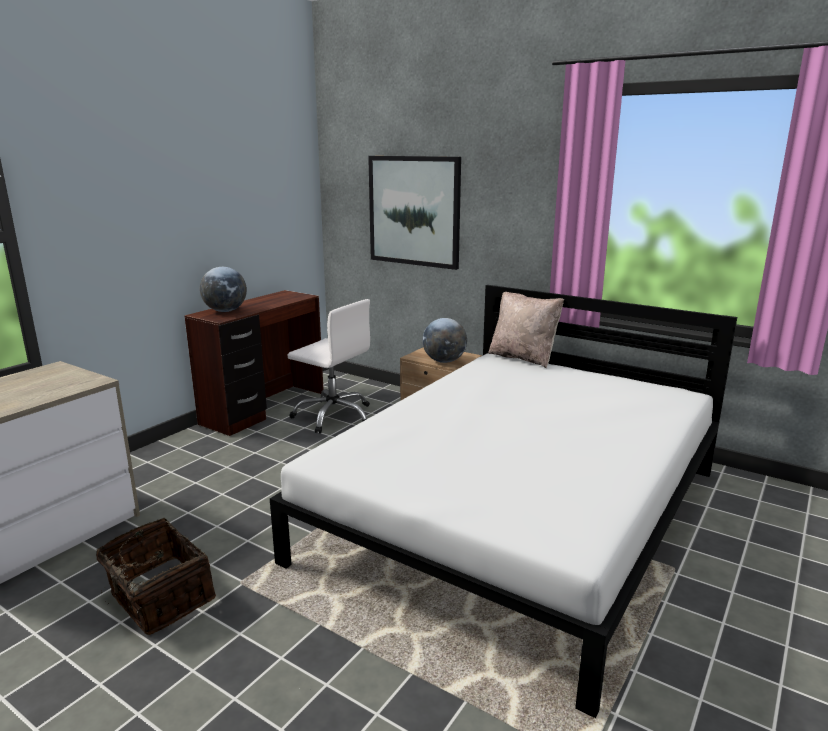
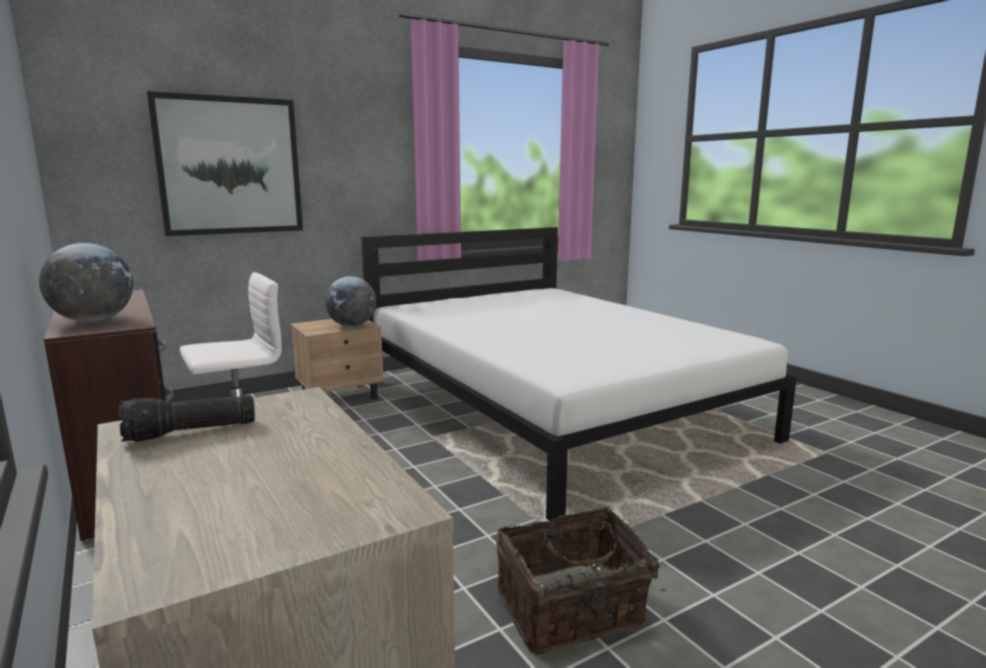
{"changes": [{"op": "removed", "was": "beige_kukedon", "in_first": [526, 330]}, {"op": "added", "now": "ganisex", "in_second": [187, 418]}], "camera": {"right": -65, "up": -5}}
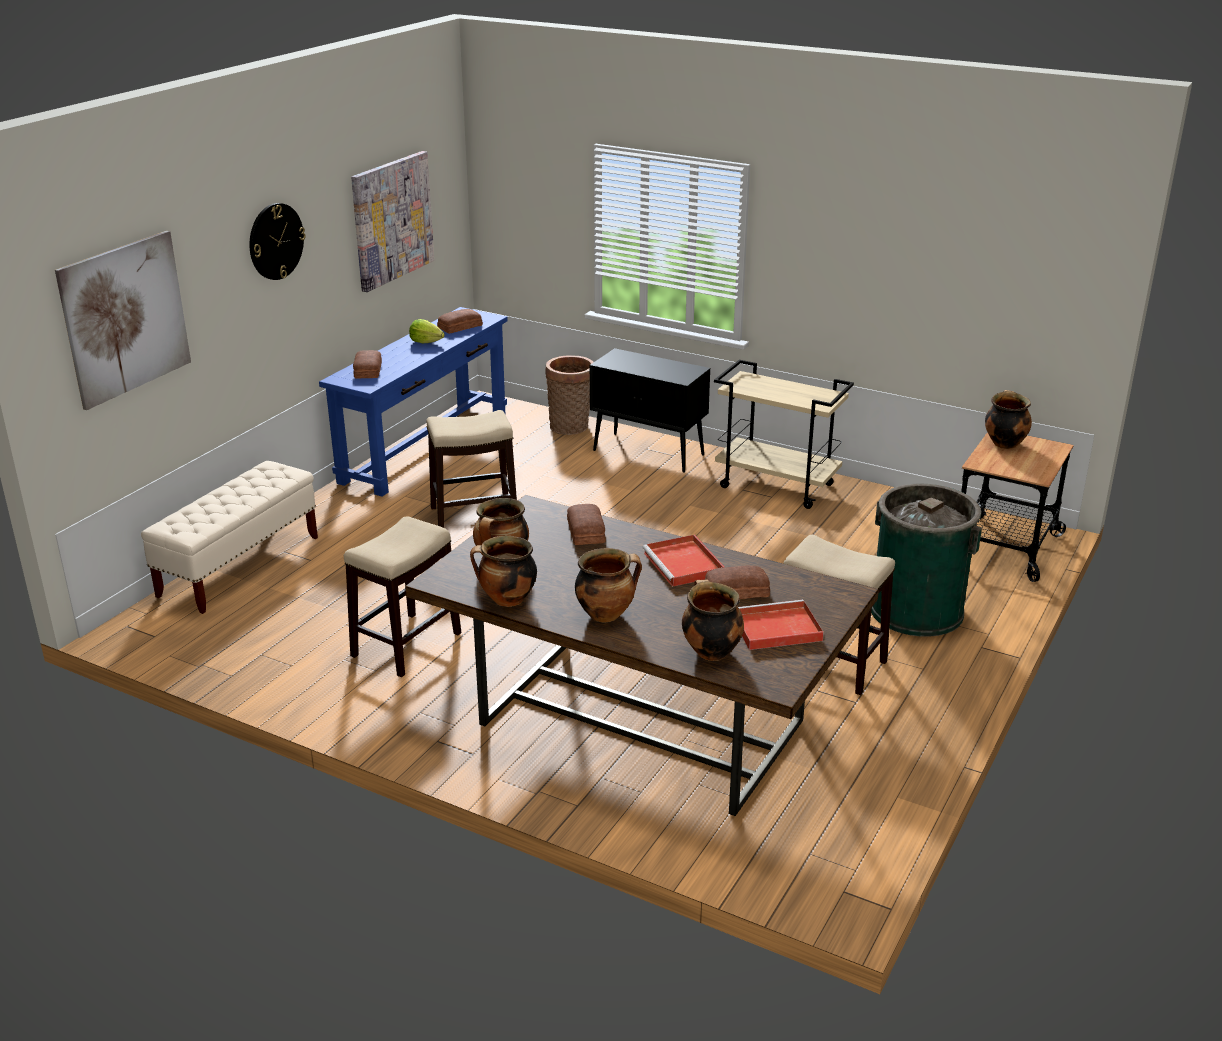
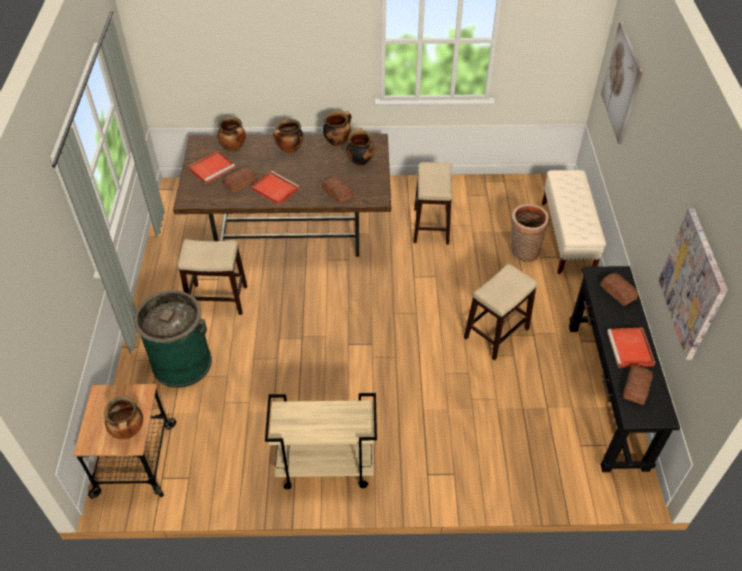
{"changes": [{"op": "removed", "was": "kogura", "in_first": [278, 241]}, {"op": "removed", "was": "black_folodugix", "in_first": [650, 410]}, {"op": "moved", "was": "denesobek", "in_first": [569, 395], "in_second": [530, 233]}, {"op": "replaced", "was": "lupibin", "now": "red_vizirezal", "in_first": [427, 331], "in_second": [631, 347]}, {"op": "recoloured", "was": "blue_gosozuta", "now": "black_gosozuta", "in_first": [413, 402], "in_second": [624, 369]}], "camera": {"right": 150, "up": 20}}
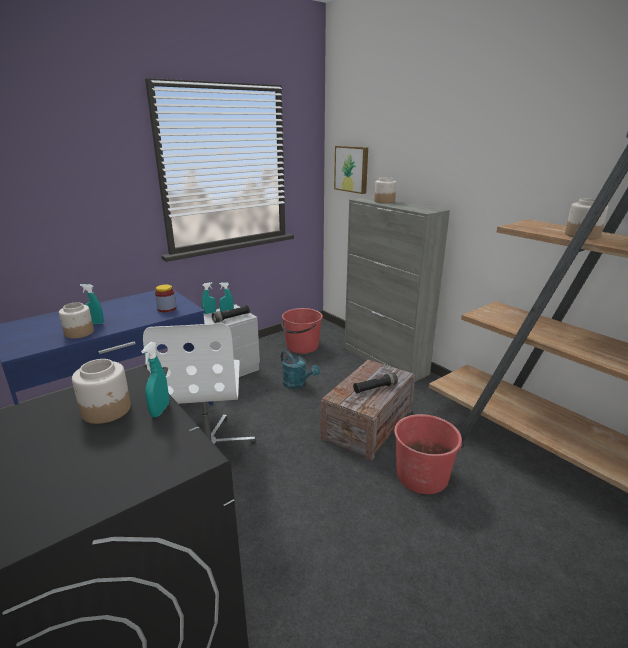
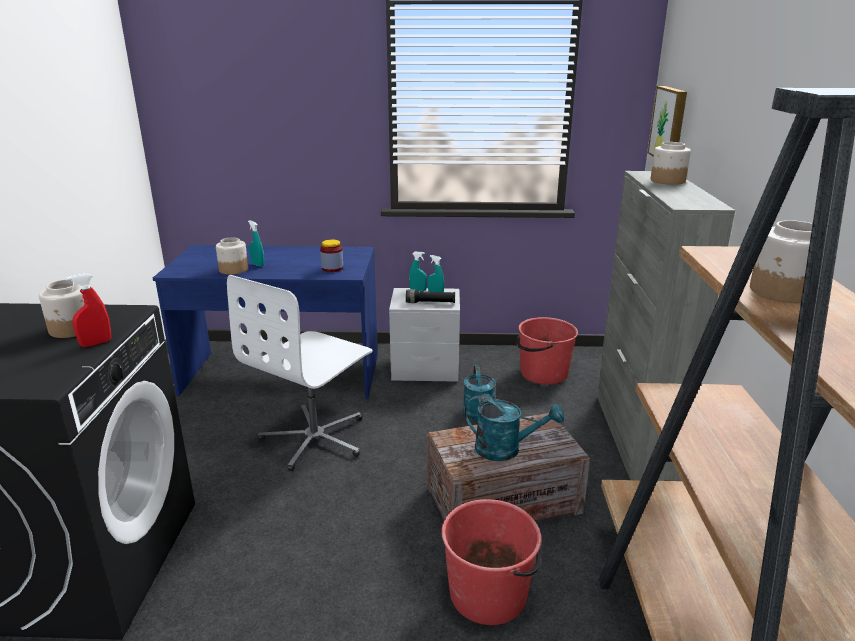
{"changes": [{"op": "replaced", "was": "black_ganisex", "now": "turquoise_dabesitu", "in_first": [375, 383], "in_second": [514, 428]}, {"op": "recoloured", "was": "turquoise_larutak", "now": "red_larutak", "in_first": [155, 379], "in_second": [88, 310]}], "camera": {"right": 40, "up": 0}}
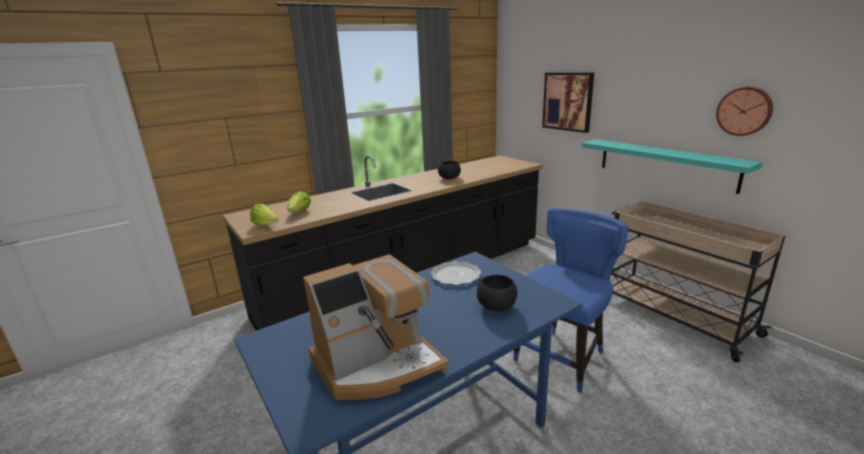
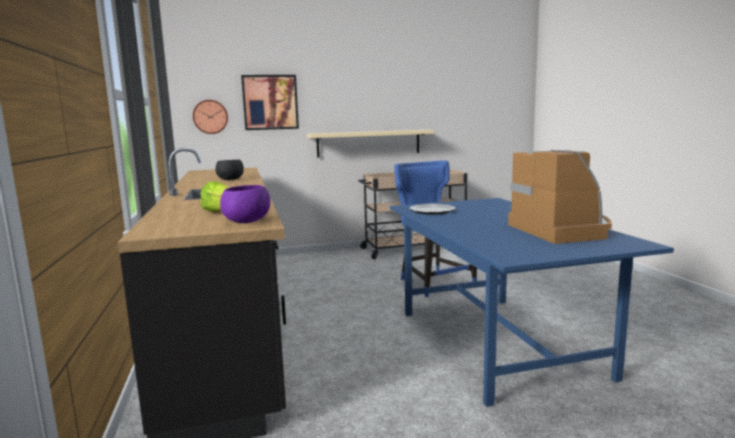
{"changes": [{"op": "removed", "was": "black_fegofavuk", "in_first": [497, 293]}, {"op": "moved", "was": "kogura", "in_first": [744, 111], "in_second": [210, 117]}, {"op": "replaced", "was": "lupibin", "now": "purple_fegofavuk", "in_first": [264, 215], "in_second": [245, 204]}, {"op": "recoloured", "was": "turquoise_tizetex", "now": "beige_tizetex", "in_first": [671, 166], "in_second": [370, 144]}], "camera": {"right": -70, "up": -10}}
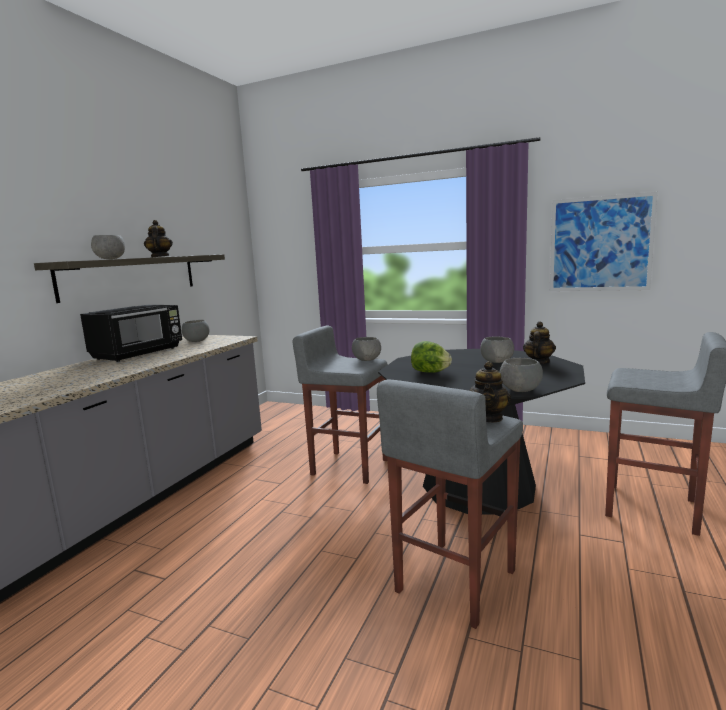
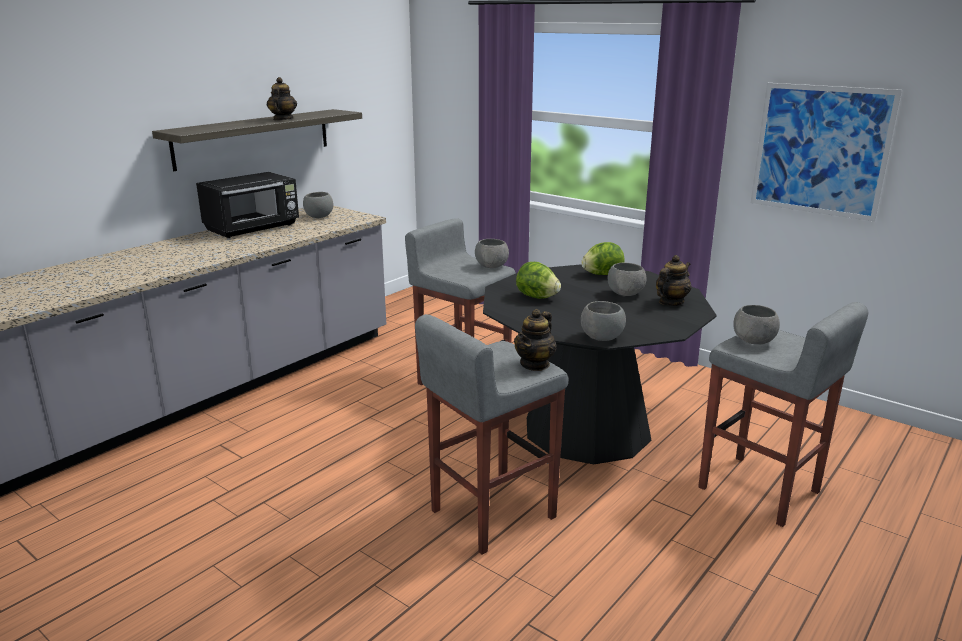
{"changes": [{"op": "added", "now": "lupibin", "in_second": [603, 258]}, {"op": "moved", "was": "grey_fegofavuk", "in_first": [108, 247], "in_second": [756, 325]}], "camera": {"right": 15, "up": 10}}
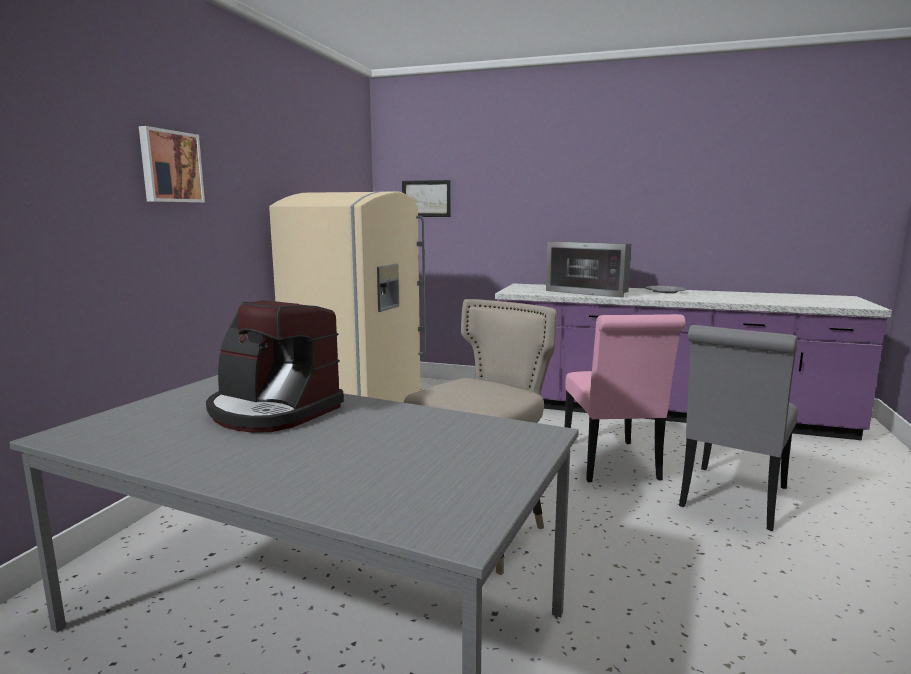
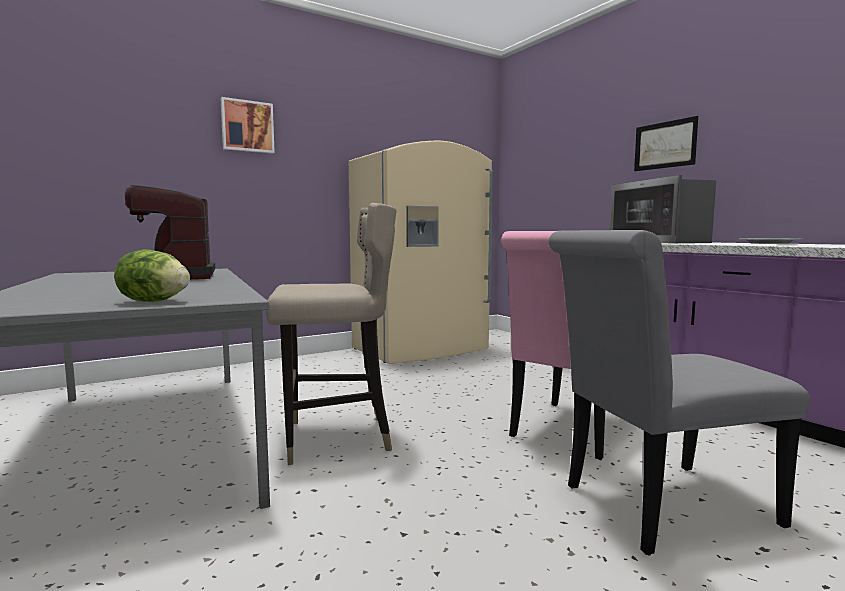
{"changes": [{"op": "added", "now": "lupibin", "in_second": [152, 276]}, {"op": "moved", "was": "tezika", "in_first": [426, 198], "in_second": [666, 143]}], "camera": {"right": 40, "up": -5}}
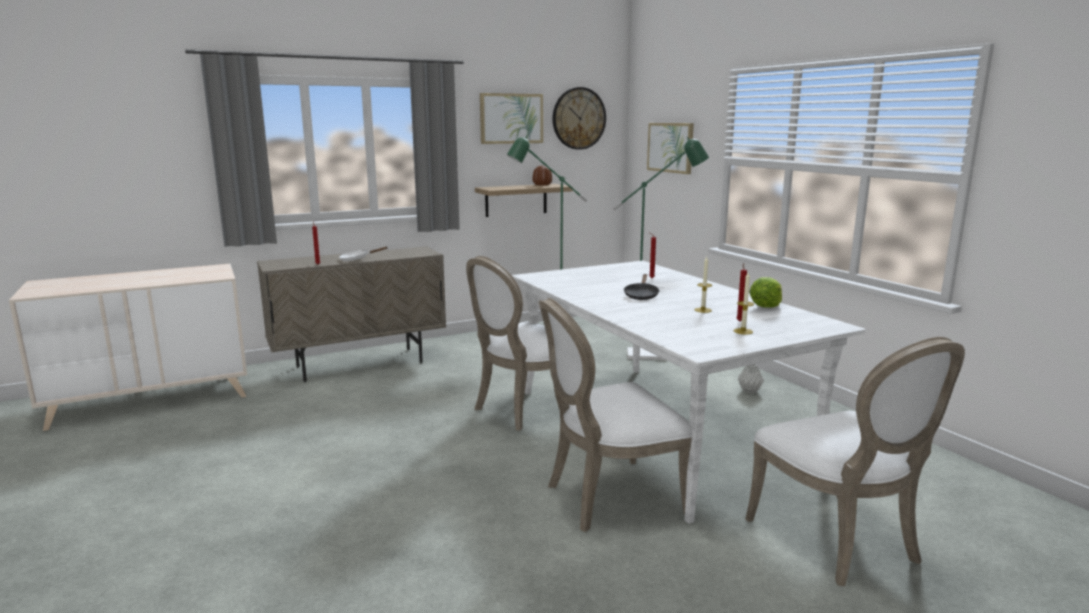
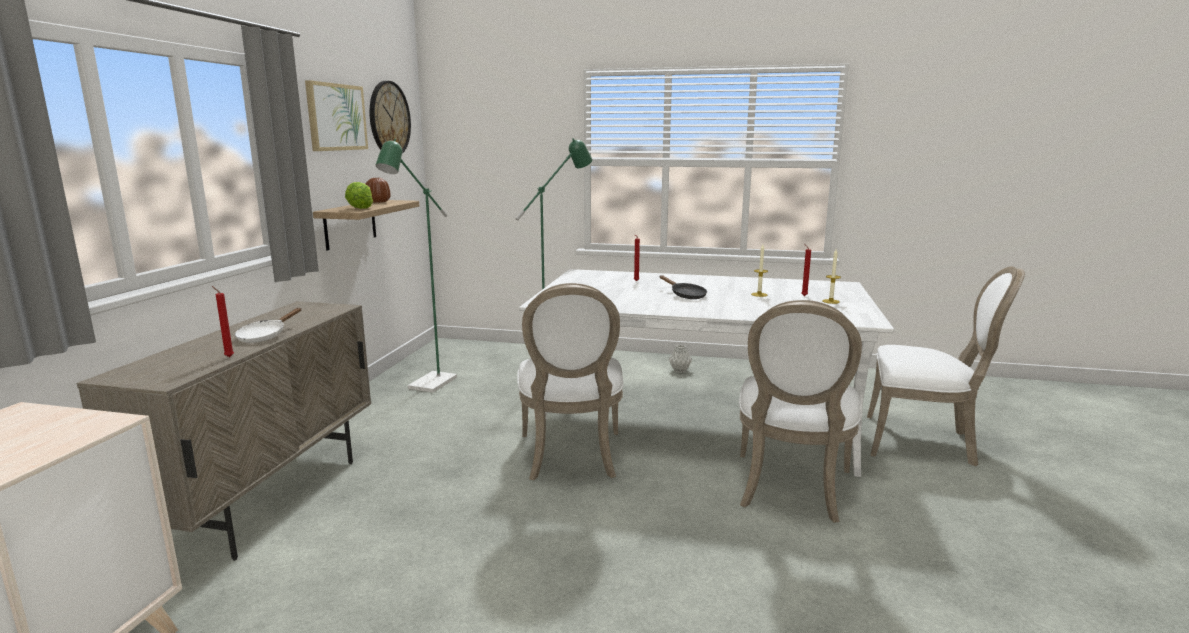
{"changes": [{"op": "removed", "was": "tezika", "in_first": [670, 148]}, {"op": "moved", "was": "lupibin", "in_first": [765, 292], "in_second": [359, 195]}], "camera": {"right": -50, "up": 0}}
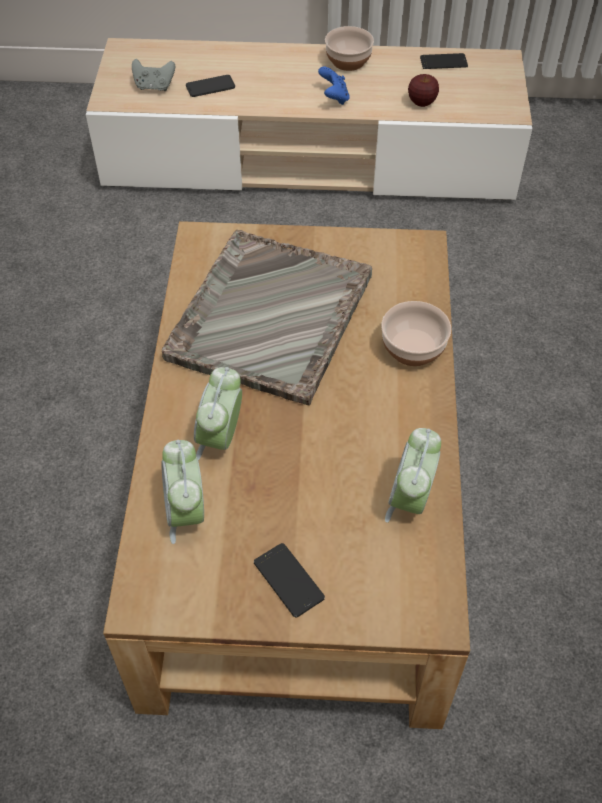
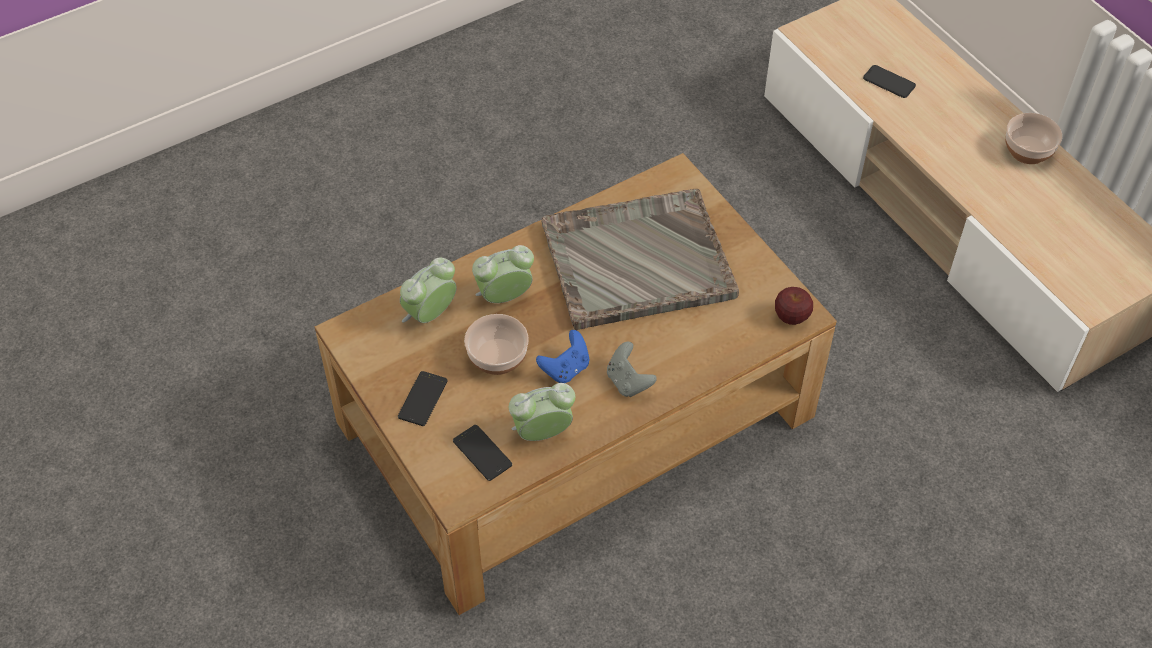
{"changes": [{"op": "moved", "was": "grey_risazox", "in_first": [153, 75], "in_second": [632, 369]}, {"op": "moved", "was": "blue_risazox", "in_first": [334, 86], "in_second": [563, 356]}, {"op": "moved", "was": "fegofavuk", "in_first": [416, 333], "in_second": [496, 344]}, {"op": "moved", "was": "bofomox", "in_first": [423, 90], "in_second": [794, 306]}, {"op": "moved", "was": "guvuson", "in_first": [444, 61], "in_second": [482, 453]}], "camera": {"right": 55, "up": 0}}
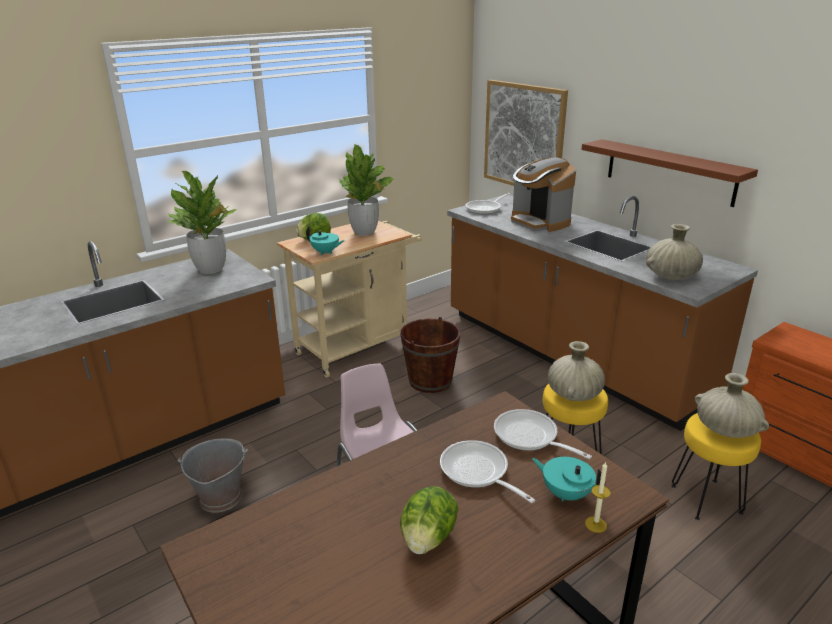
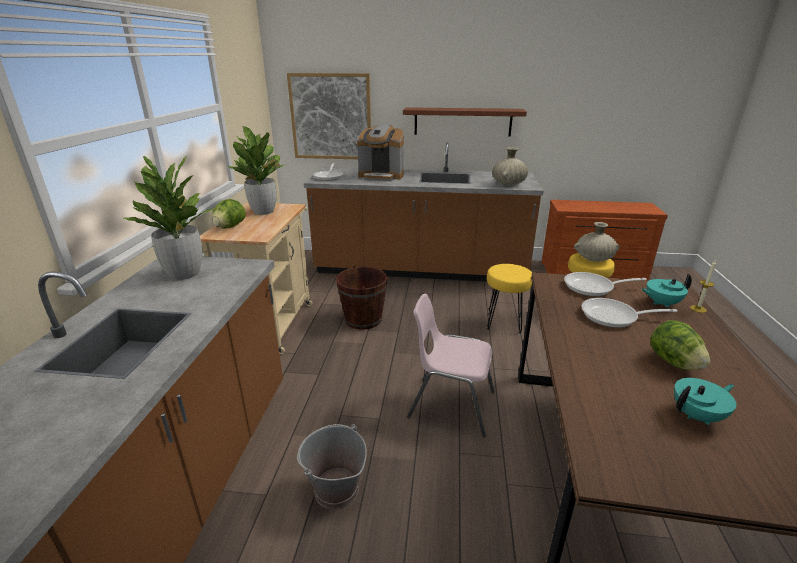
{"changes": [{"op": "removed", "was": "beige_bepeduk", "in_first": [576, 371]}, {"op": "moved", "was": "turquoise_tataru", "in_first": [325, 240], "in_second": [705, 401]}], "camera": {"right": -45, "up": 0}}
